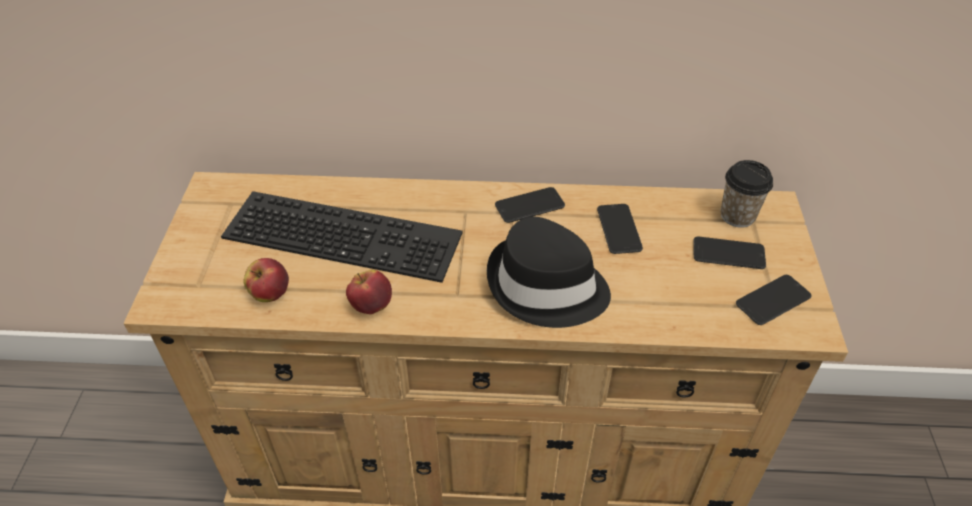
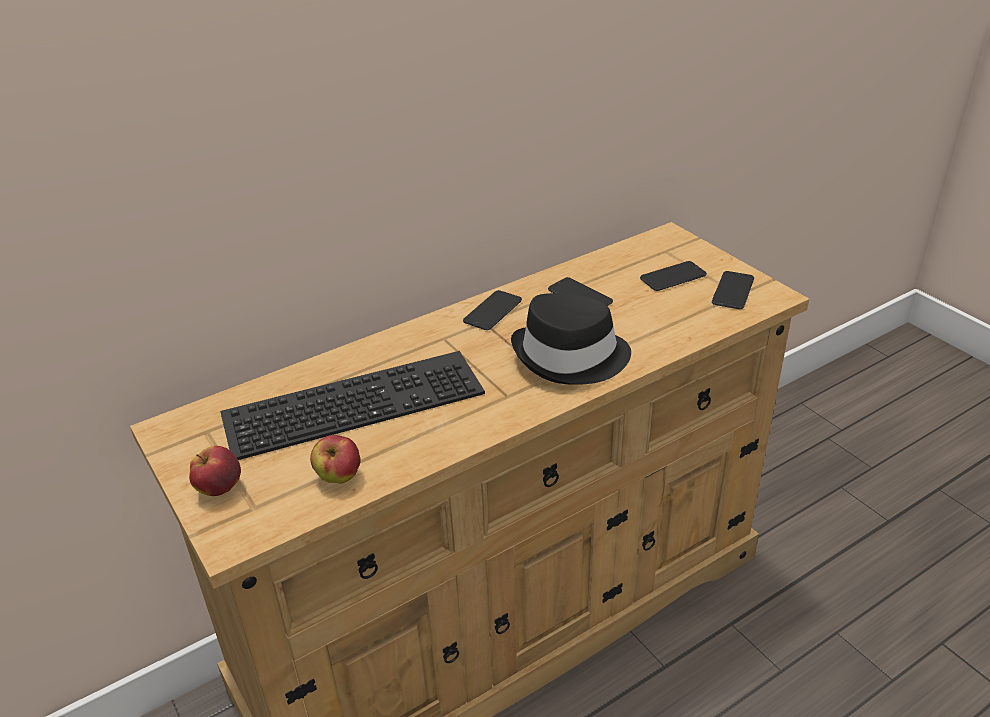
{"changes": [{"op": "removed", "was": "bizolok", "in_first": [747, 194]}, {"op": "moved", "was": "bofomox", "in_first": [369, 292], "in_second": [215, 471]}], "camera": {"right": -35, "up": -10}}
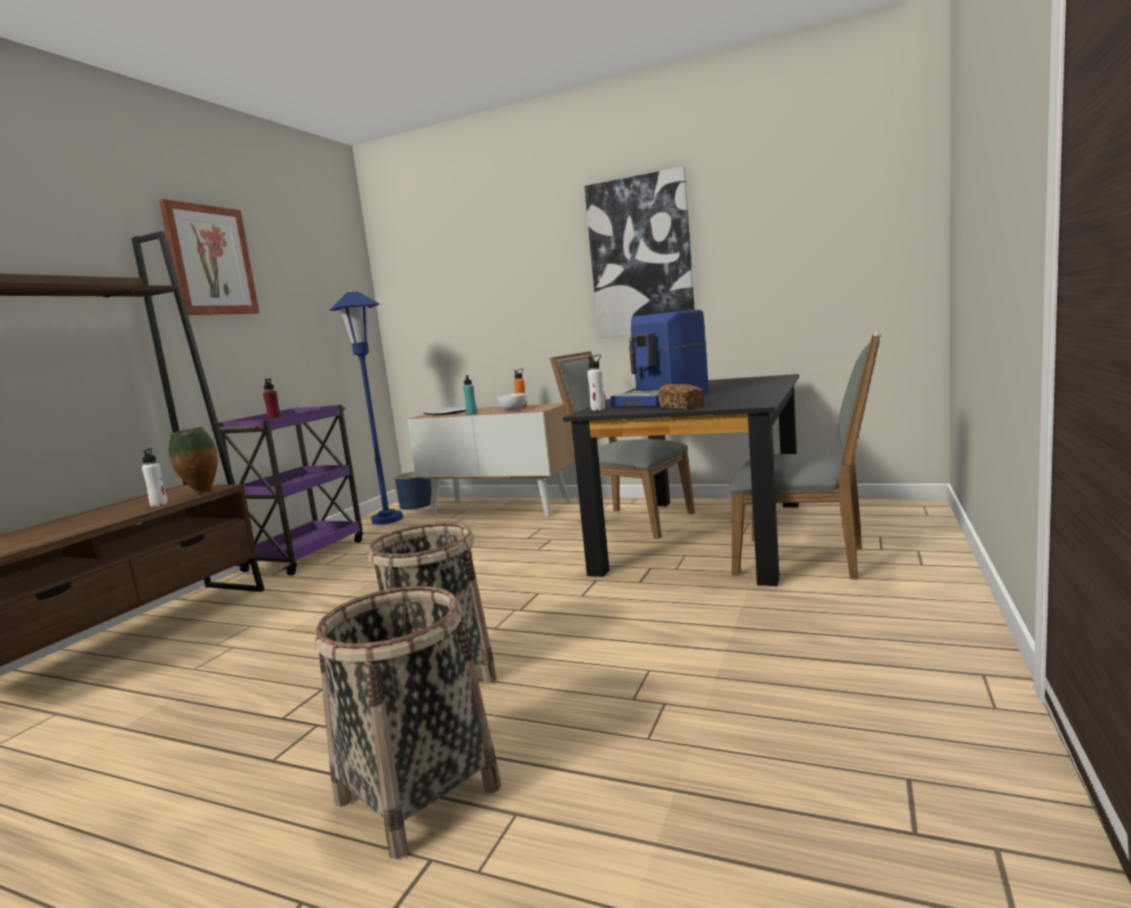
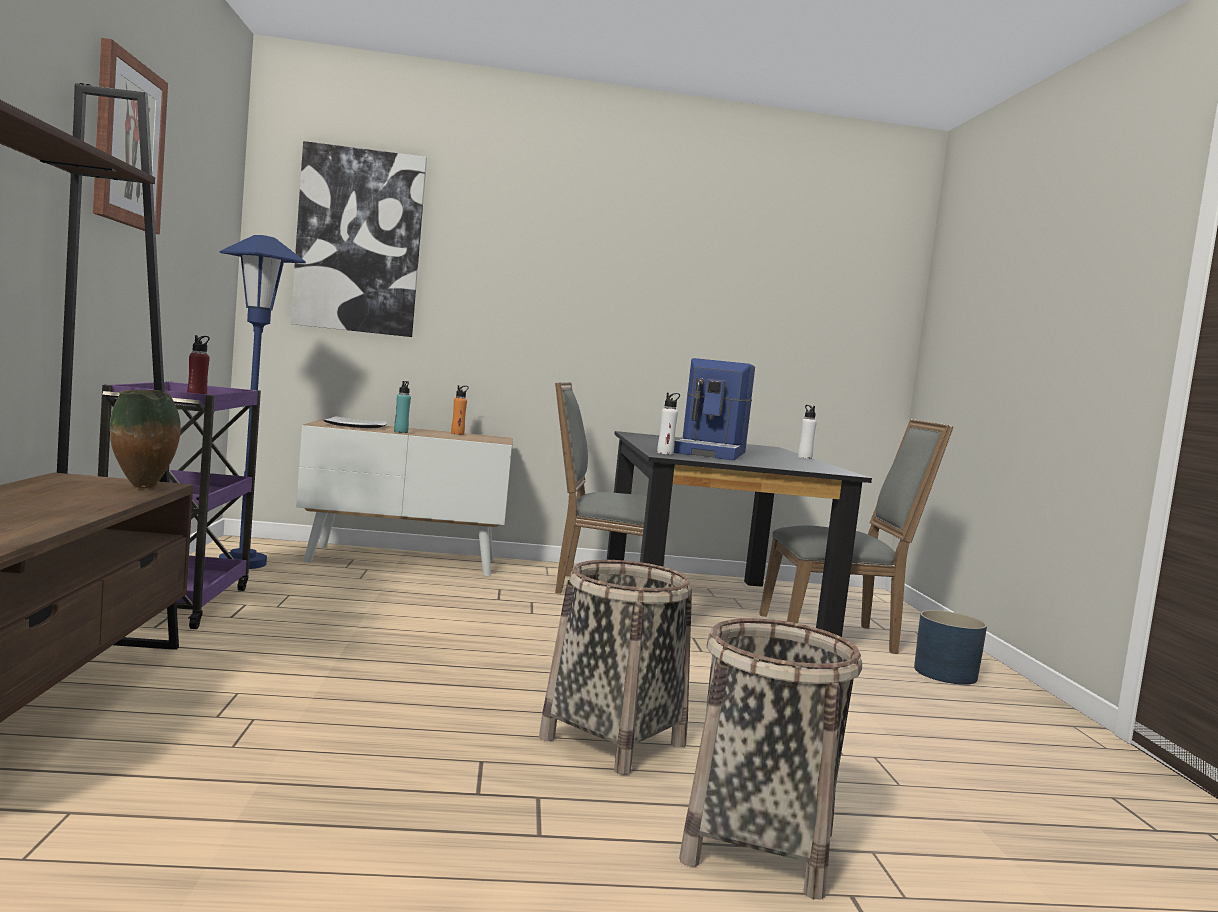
{"changes": [{"op": "removed", "was": "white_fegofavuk", "in_first": [512, 402]}, {"op": "removed", "was": "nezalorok", "in_first": [681, 396]}, {"op": "moved", "was": "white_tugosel", "in_first": [155, 477], "in_second": [807, 432]}, {"op": "moved", "was": "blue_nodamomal", "in_first": [413, 490], "in_second": [950, 647]}, {"op": "moved", "was": "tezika", "in_first": [639, 252], "in_second": [358, 239]}], "camera": {"right": -30, "up": -5}}
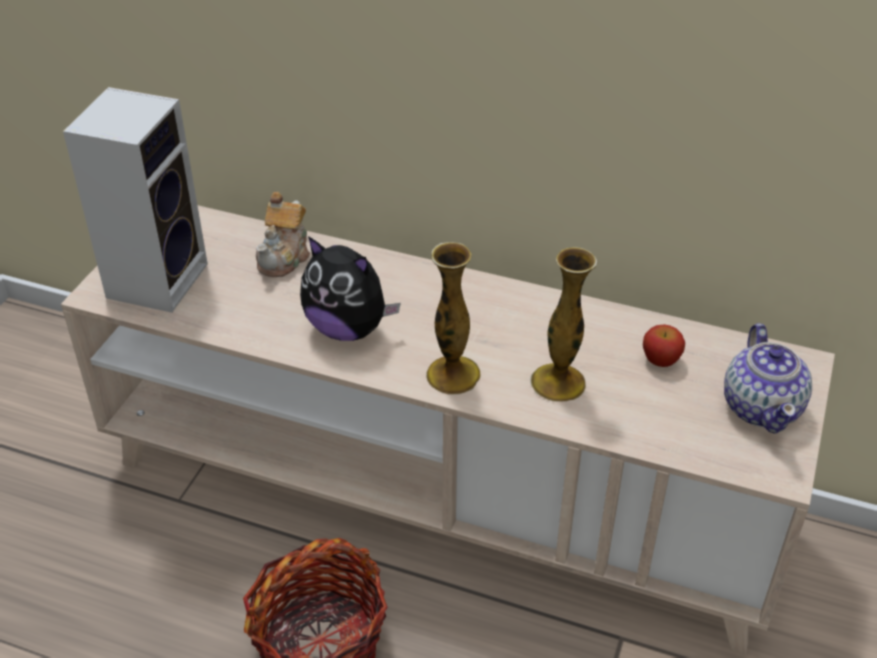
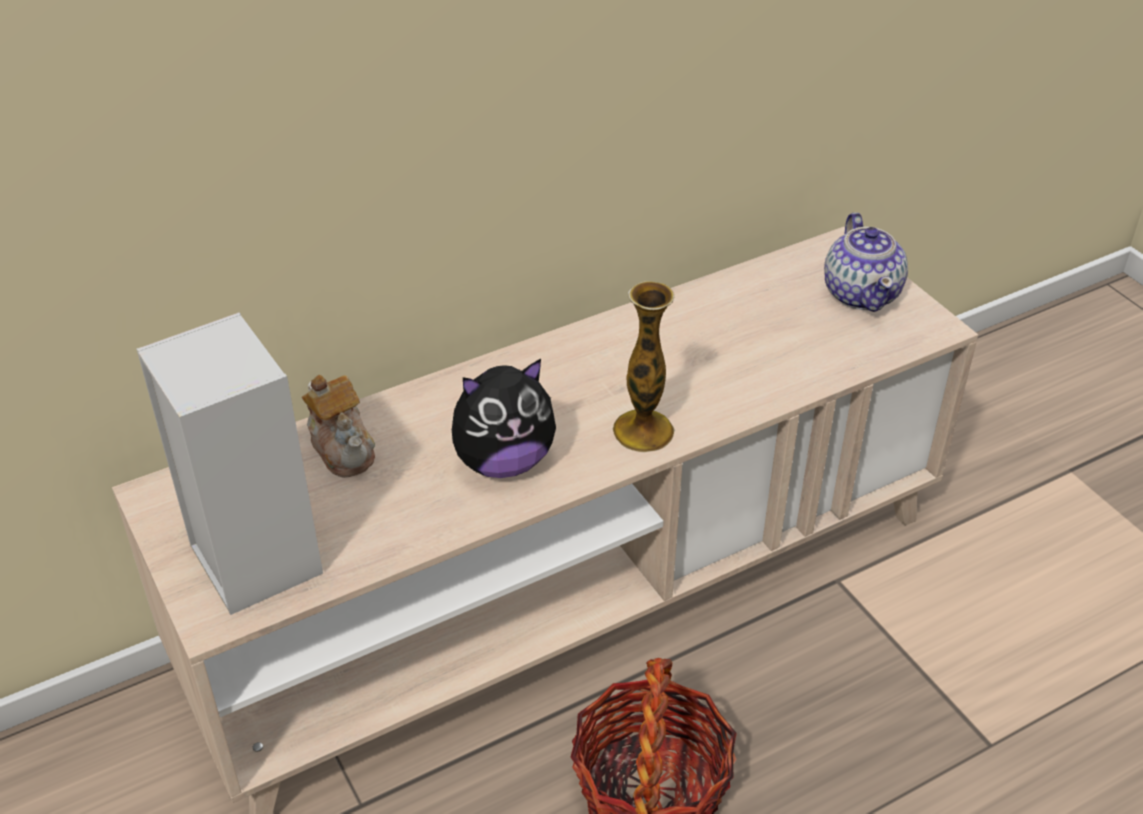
{"changes": [{"op": "removed", "was": "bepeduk", "in_first": [563, 324]}, {"op": "removed", "was": "bofomox", "in_first": [664, 345]}, {"op": "turned", "was": "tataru", "in_first": [768, 378], "in_second": [866, 262], "clockwise": 45}], "camera": {"right": -50, "up": 0}}
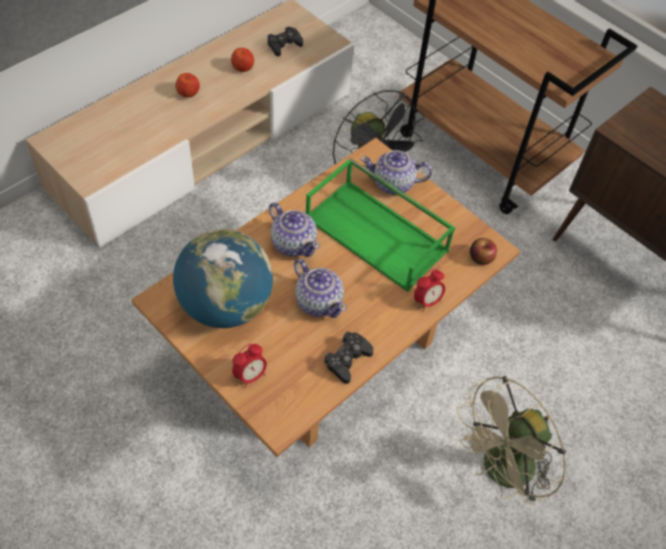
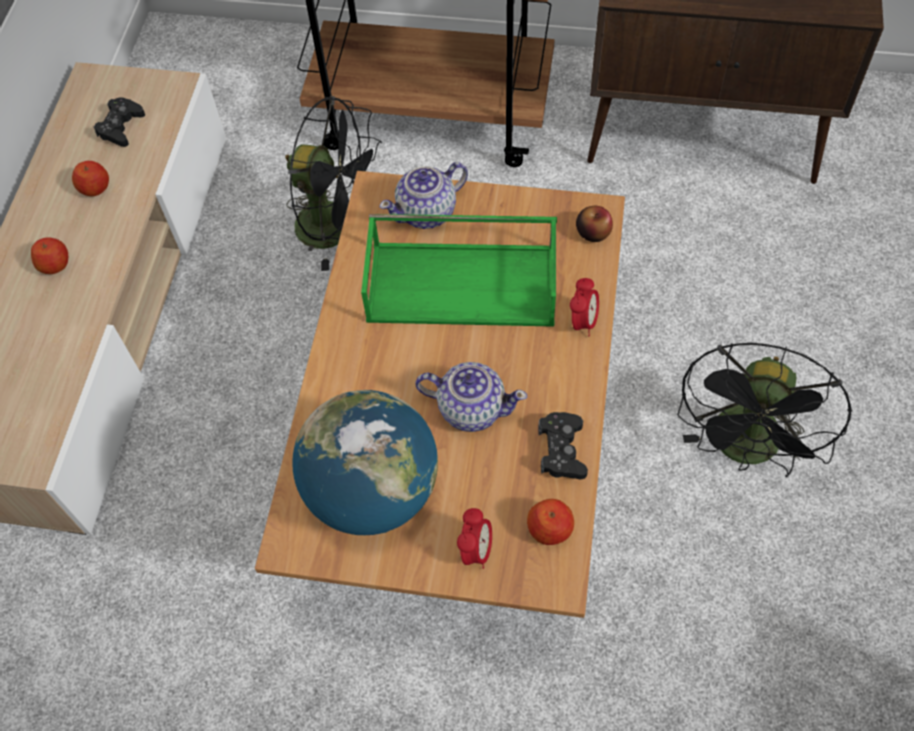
{"changes": [{"op": "removed", "was": "tataru", "in_first": [294, 229]}, {"op": "added", "now": "bofomox", "in_second": [550, 522]}, {"op": "recoloured", "was": "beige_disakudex", "now": "black_disakudex", "in_first": [511, 440], "in_second": [764, 410]}], "camera": {"right": -30, "up": 5}}
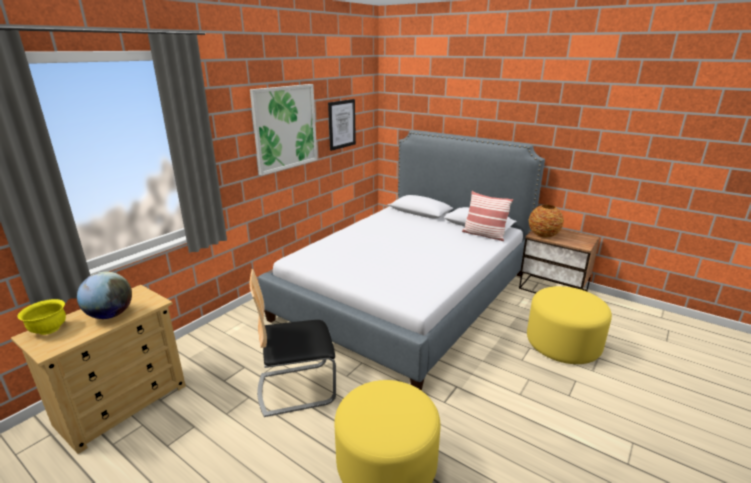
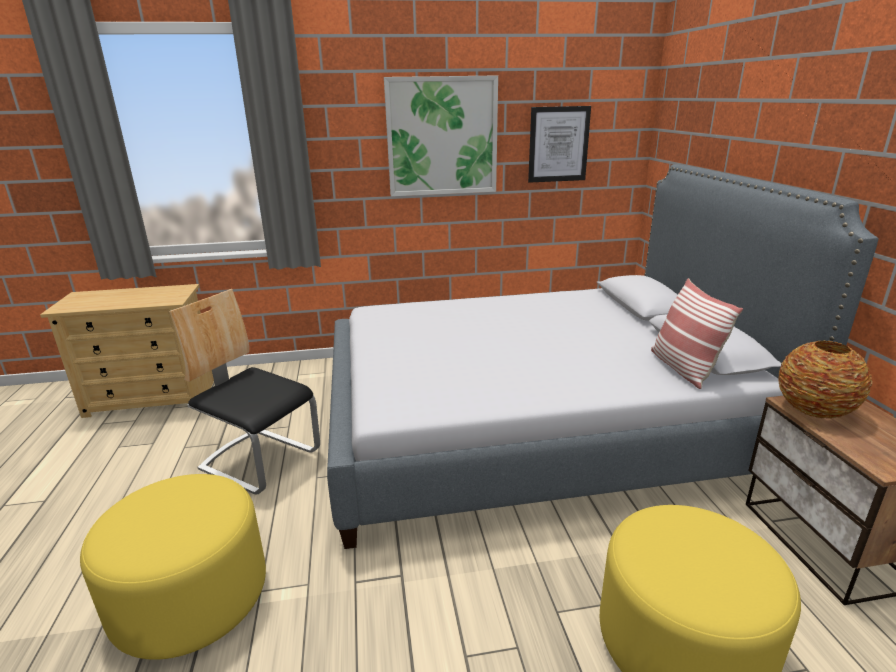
{"changes": [{"op": "removed", "was": "yellow_fegofavuk", "in_first": [42, 317]}, {"op": "removed", "was": "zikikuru", "in_first": [104, 295]}], "camera": {"right": 45, "up": 0}}
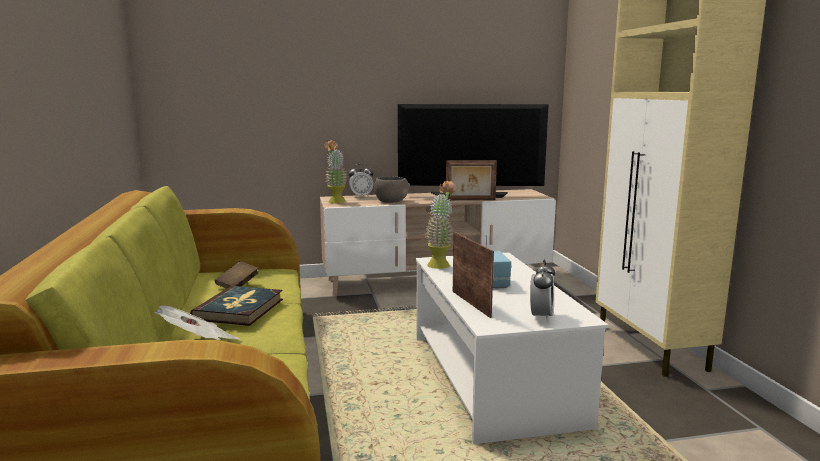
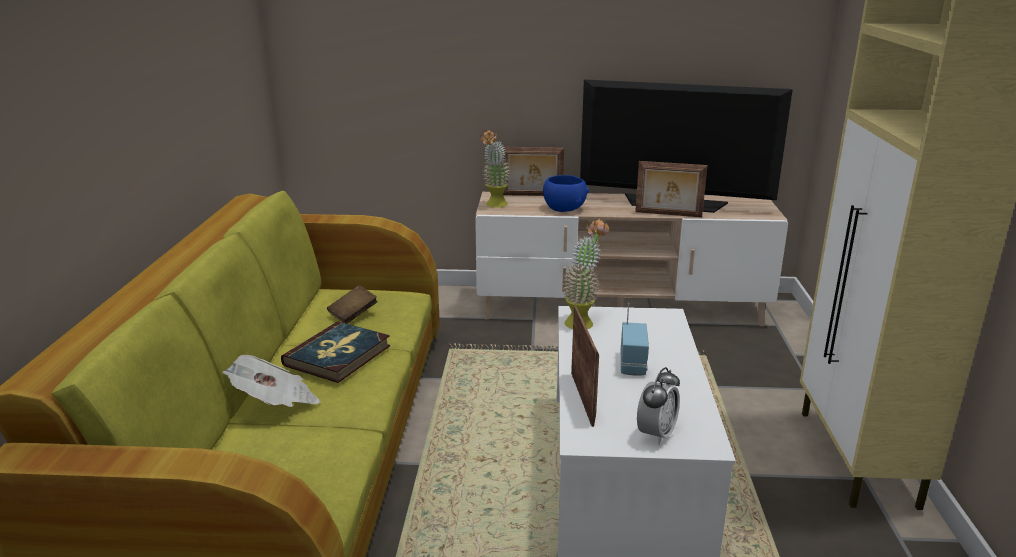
{"changes": [{"op": "replaced", "was": "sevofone", "now": "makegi", "in_first": [360, 180], "in_second": [533, 171]}, {"op": "recoloured", "was": "grey_fegofavuk", "now": "blue_fegofavuk", "in_first": [392, 189], "in_second": [566, 193]}], "camera": {"right": 15, "up": 10}}
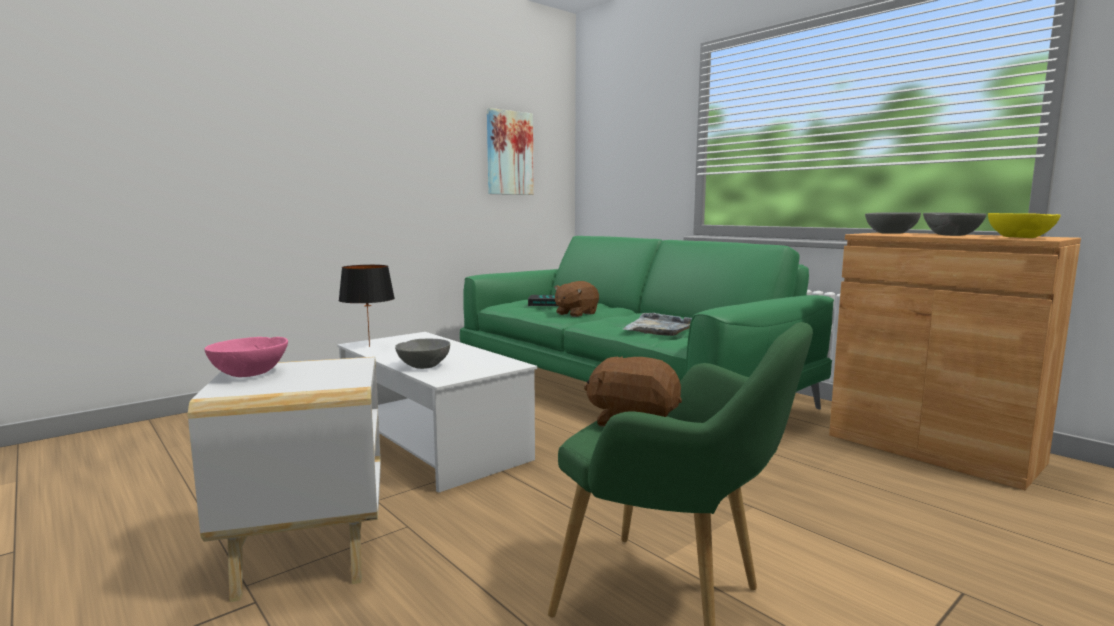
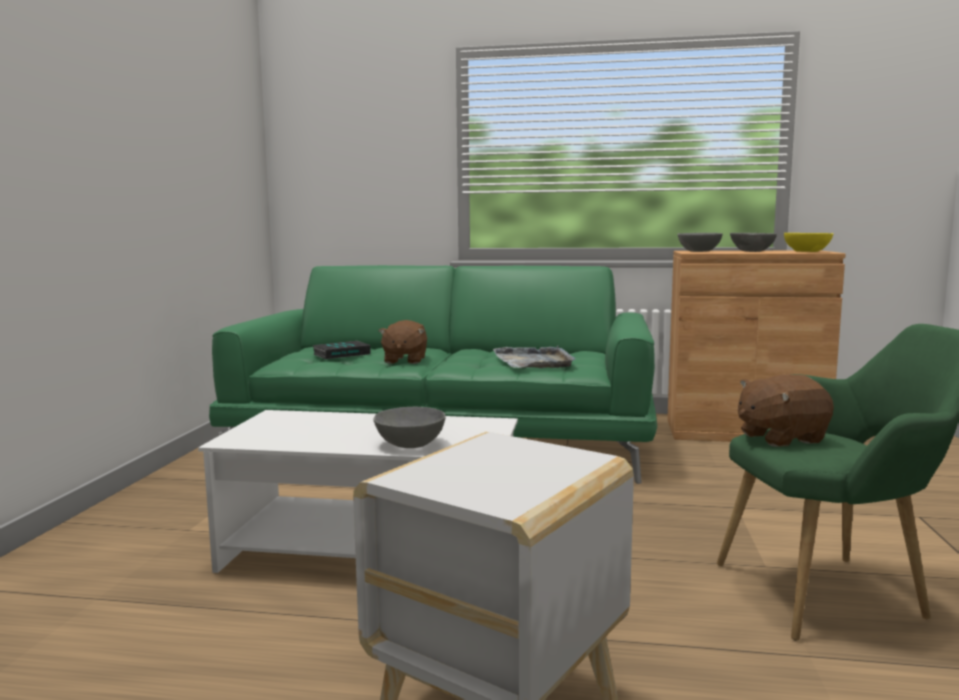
{"changes": [{"op": "removed", "was": "pink_fegofavuk", "in_first": [246, 357]}, {"op": "removed", "was": "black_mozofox", "in_first": [366, 306]}, {"op": "removed", "was": "tezika", "in_first": [510, 151]}], "camera": {"right": -40, "up": 0}}
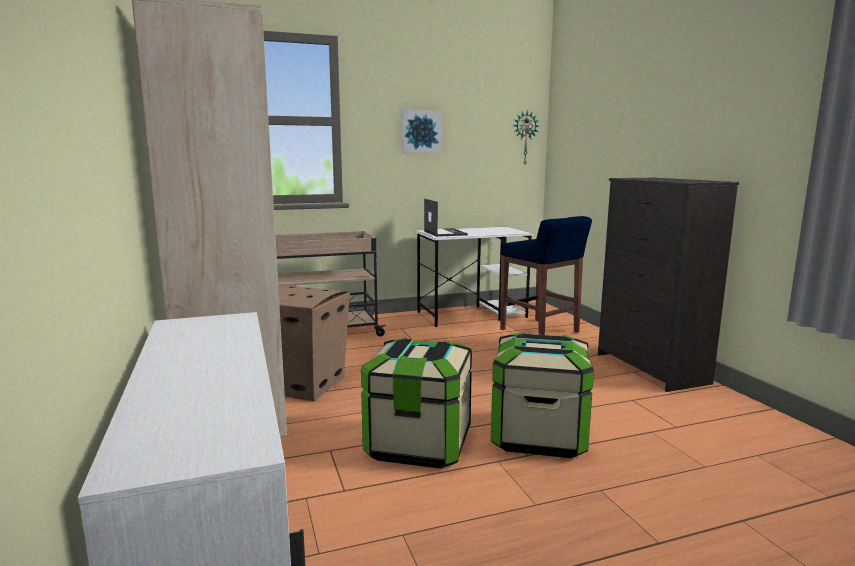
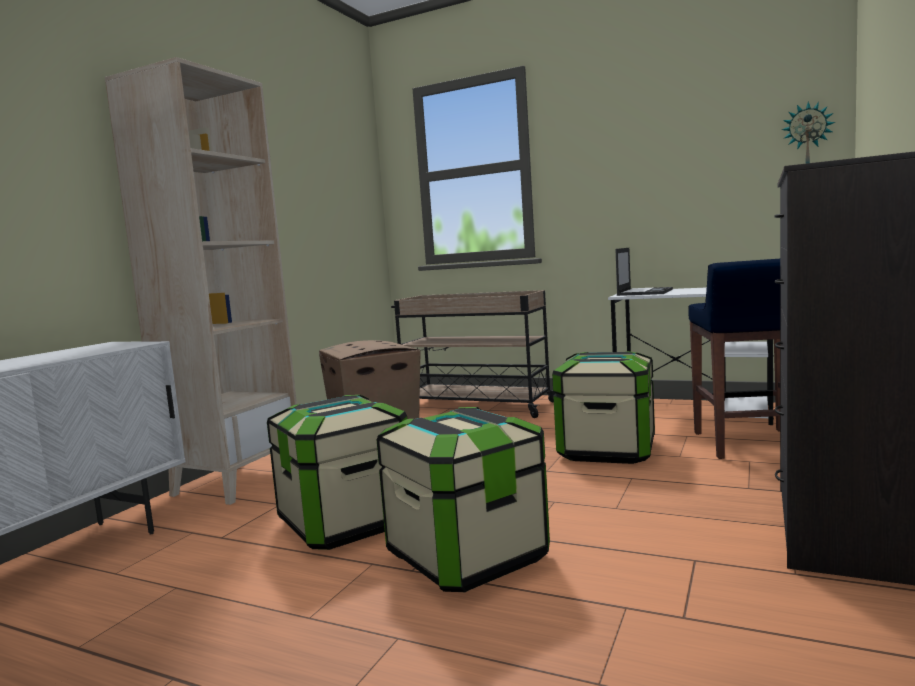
{"changes": [{"op": "removed", "was": "tezika", "in_first": [421, 131]}, {"op": "added", "now": "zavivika", "in_second": [603, 407]}], "camera": {"right": 45, "up": -5}}
